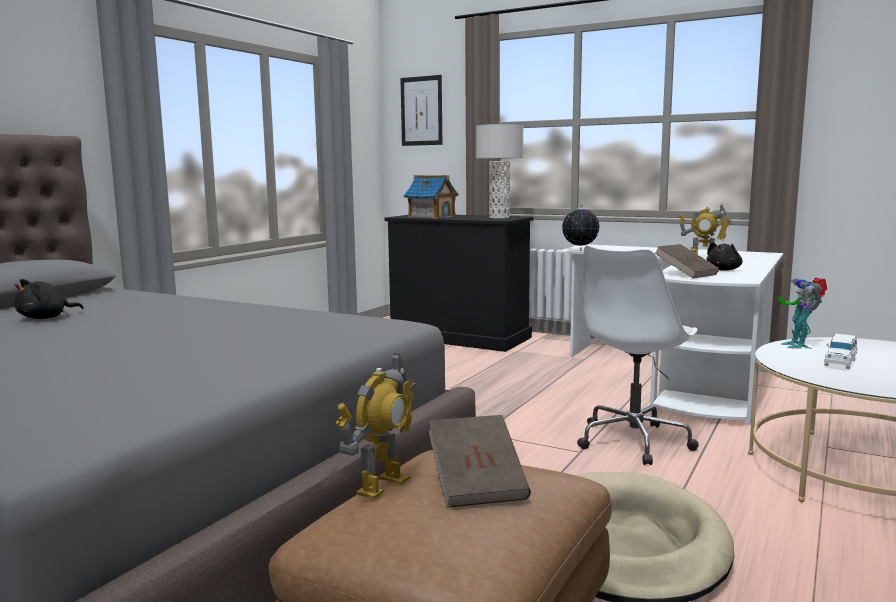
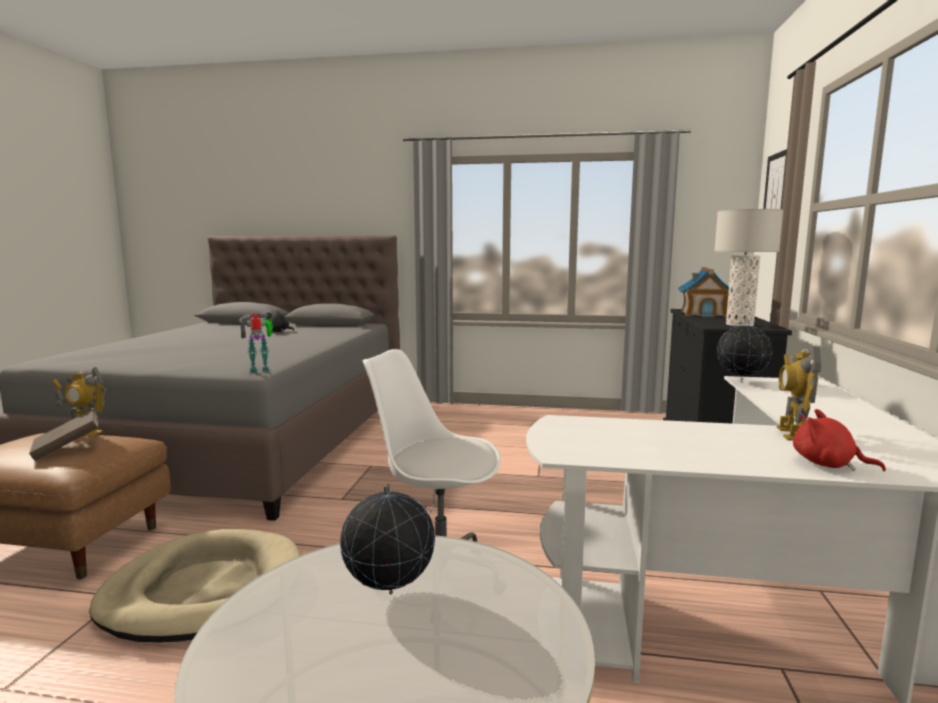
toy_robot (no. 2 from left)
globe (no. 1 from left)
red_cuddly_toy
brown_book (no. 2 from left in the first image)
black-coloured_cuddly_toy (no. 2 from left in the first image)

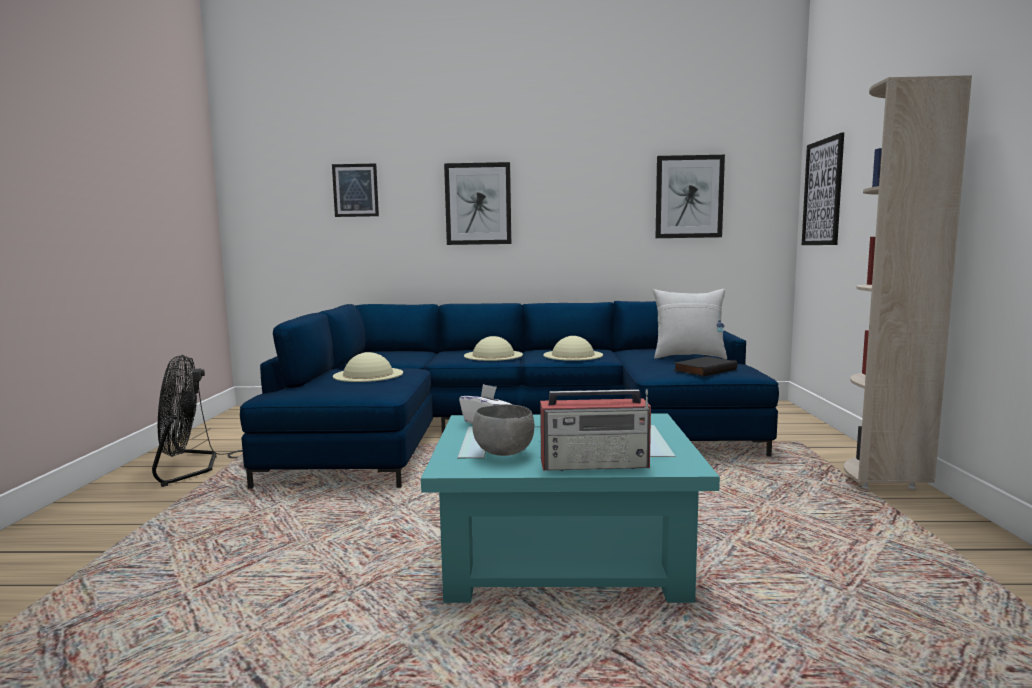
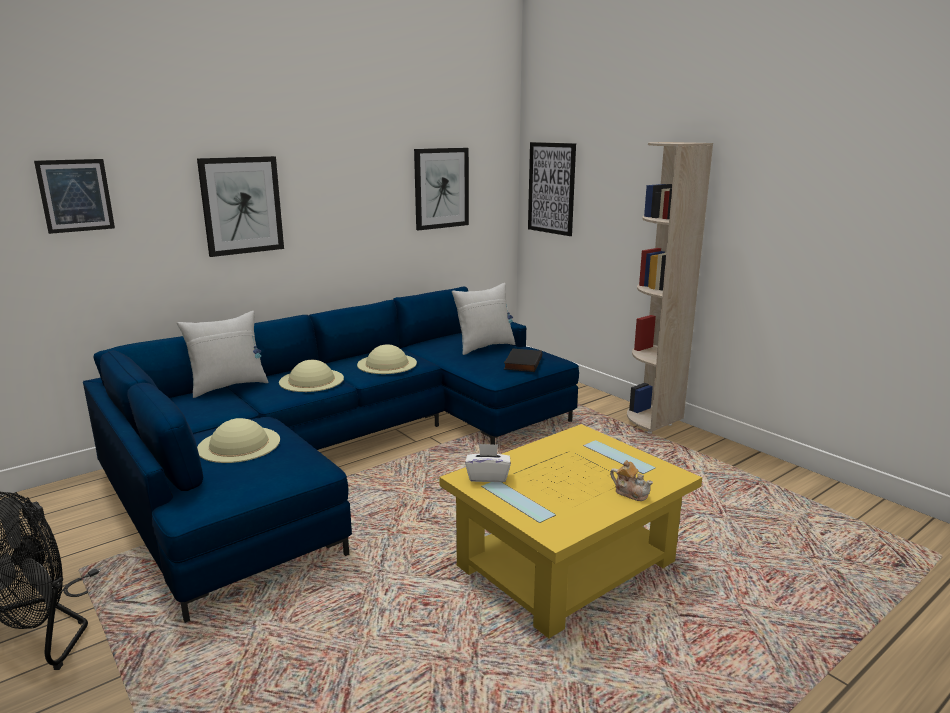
grey_cushion (no. 1 from left)
yellow_coffee_table
teapot
grey_serving_bowl

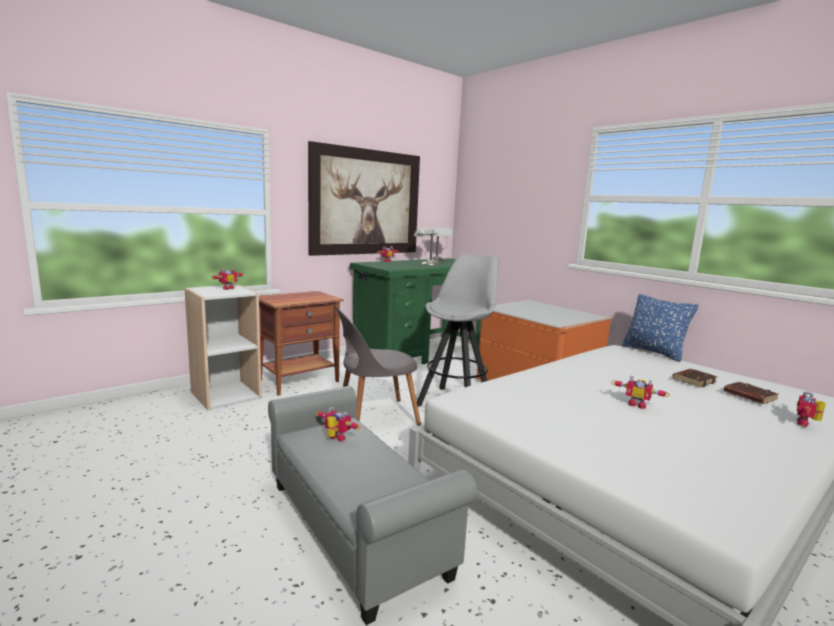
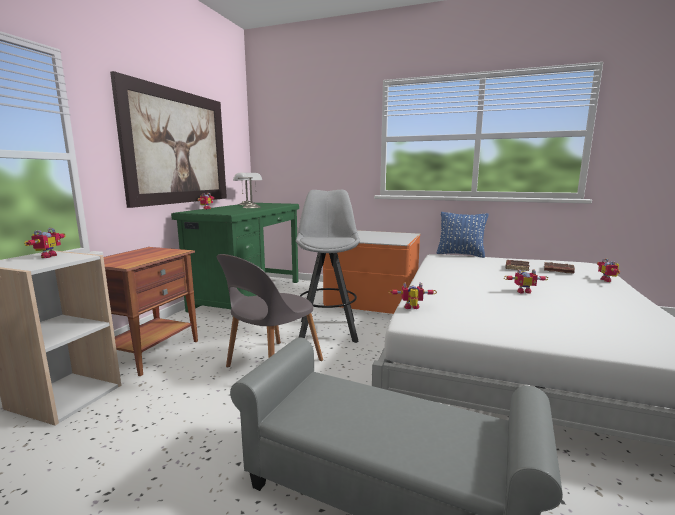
toy_robot (no. 3 from left)

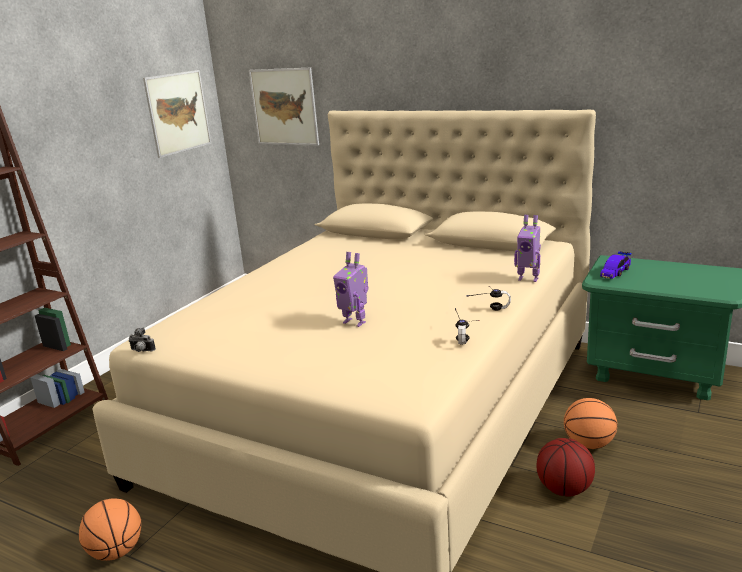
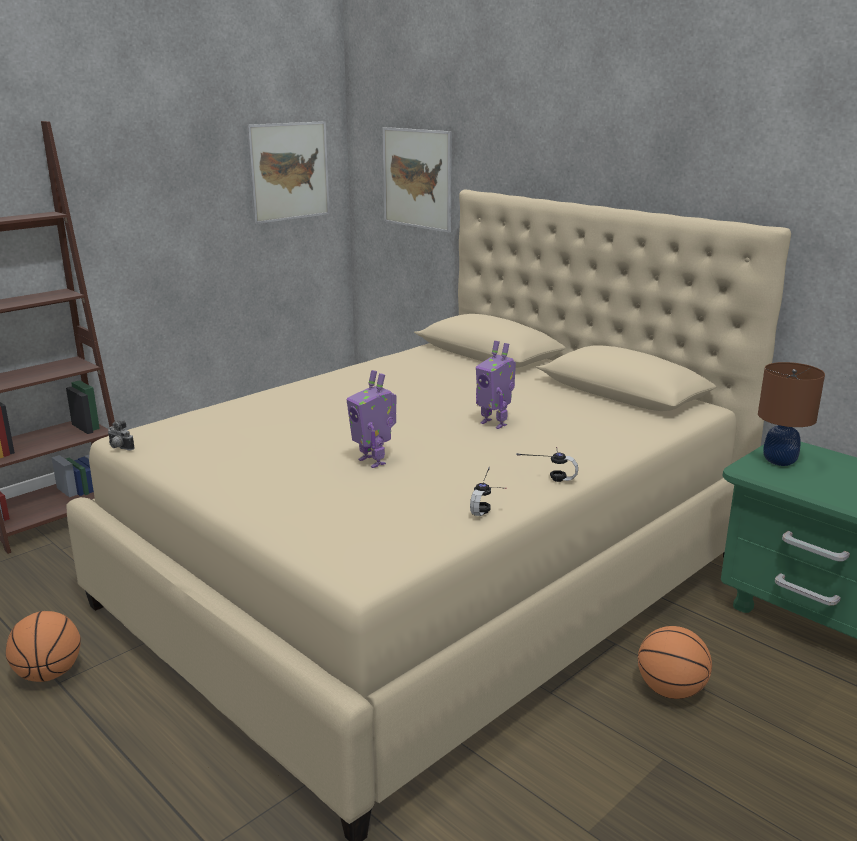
toy_robot (no. 2 from left)
brown_lamp_for_a_table
basketball_ball (no. 2 from left in the first image)

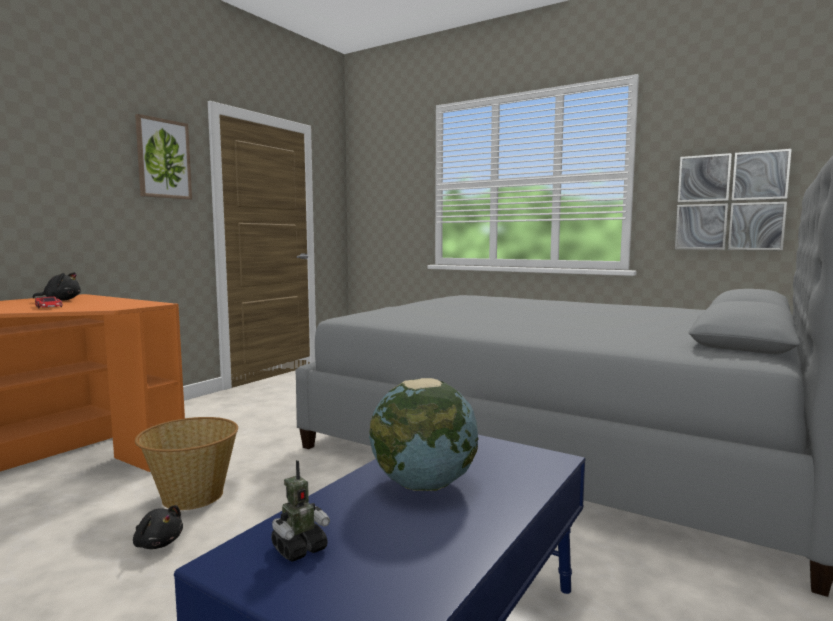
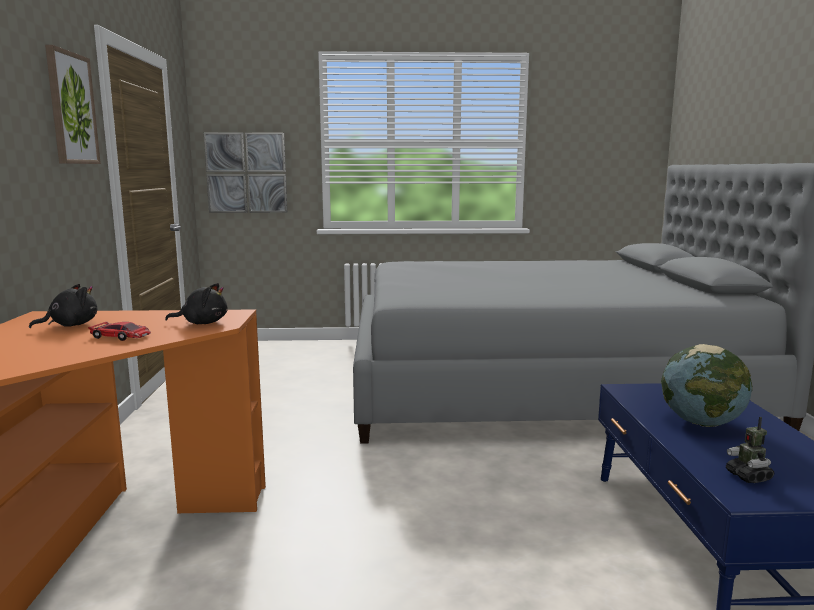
black-coloured_cuddly_toy (no. 2 from left)
picture (no. 2 from left)
toy_robot
storage_basket

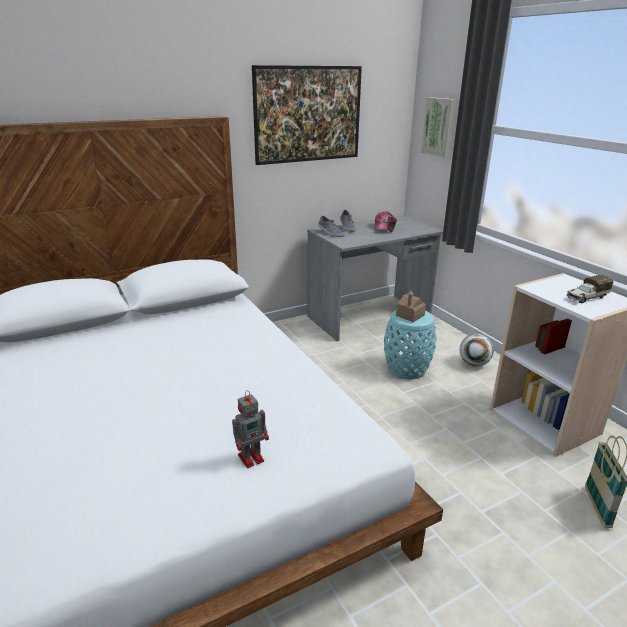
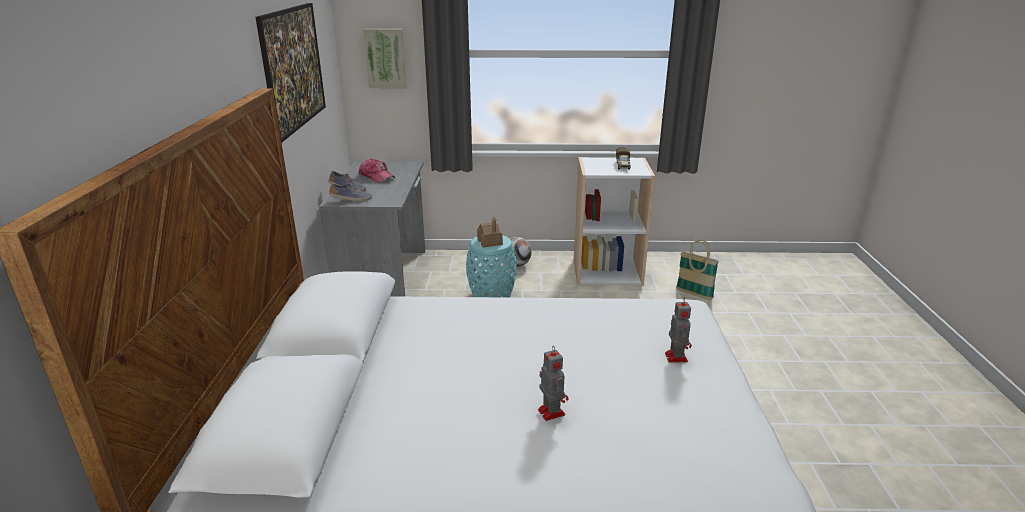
toy_robot (no. 1 from left)

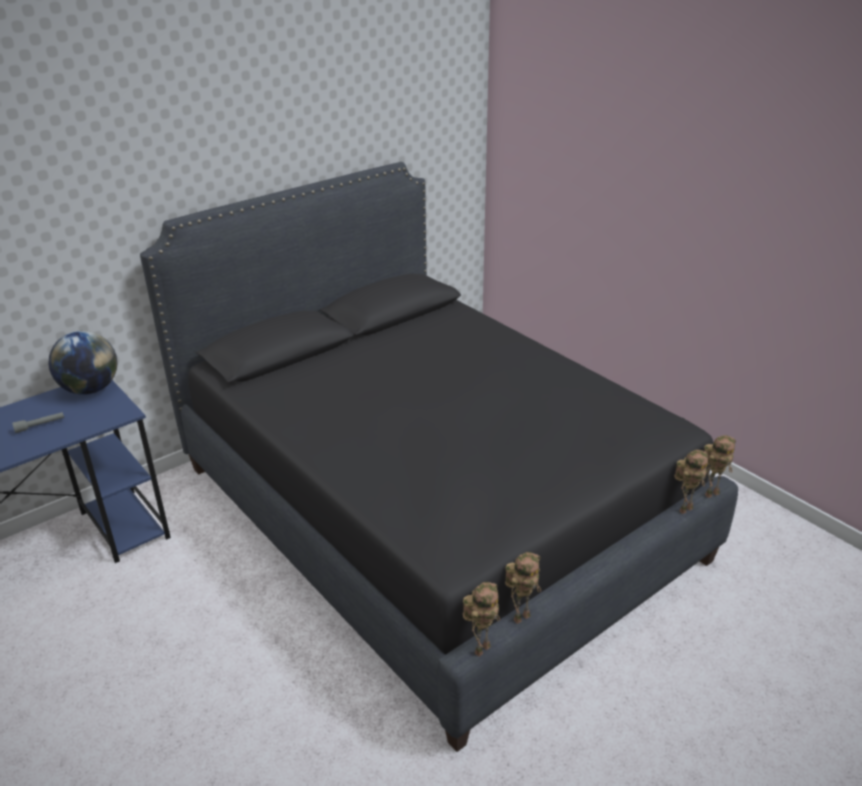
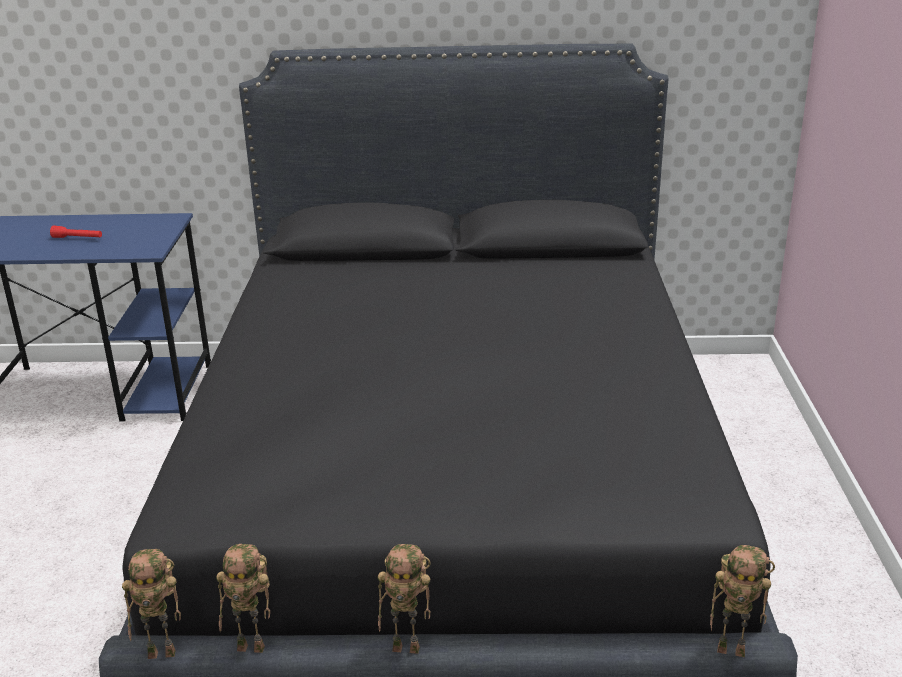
red_flashlight
toy_robot (no. 3 from left)
globe

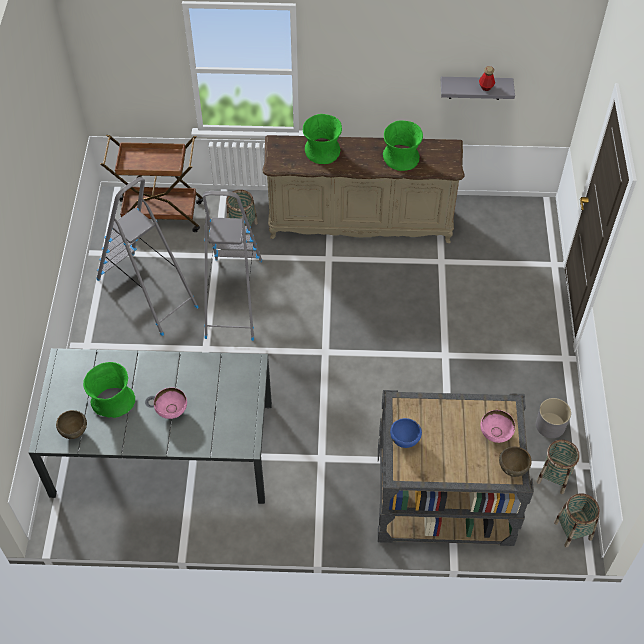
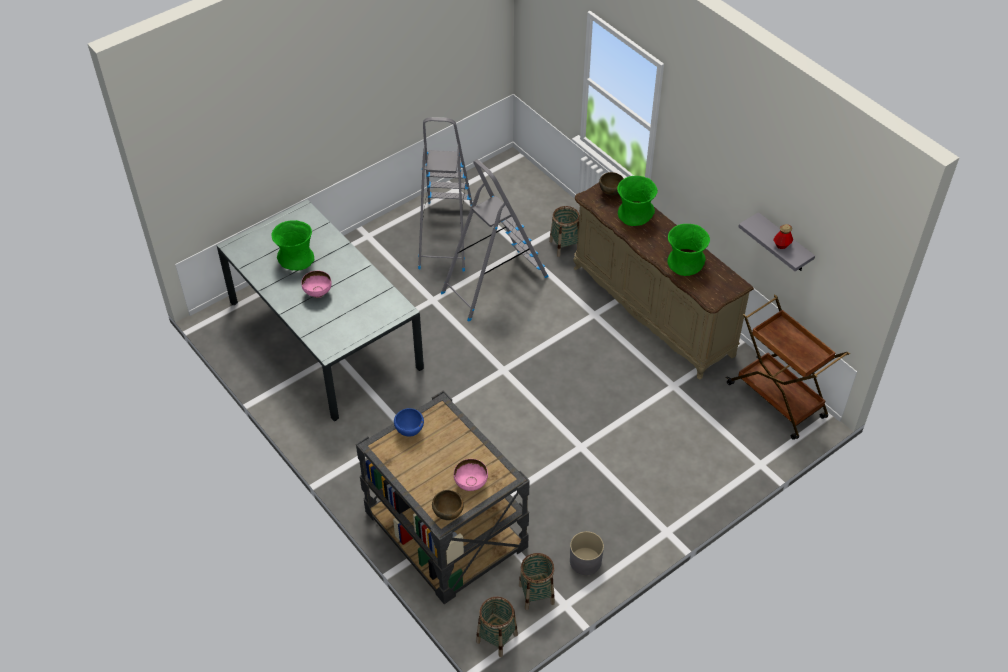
brown_serving_bowl (no. 2 from left)
brown_wheeled_cart

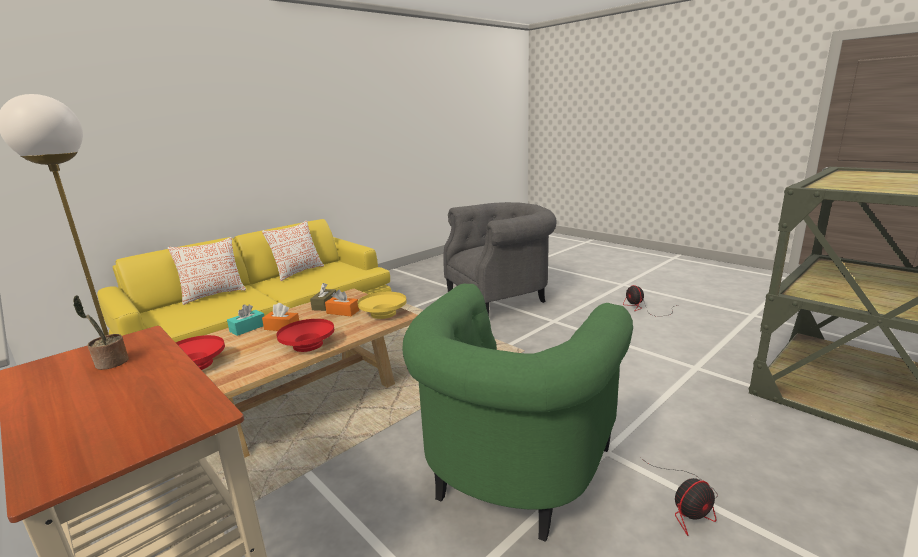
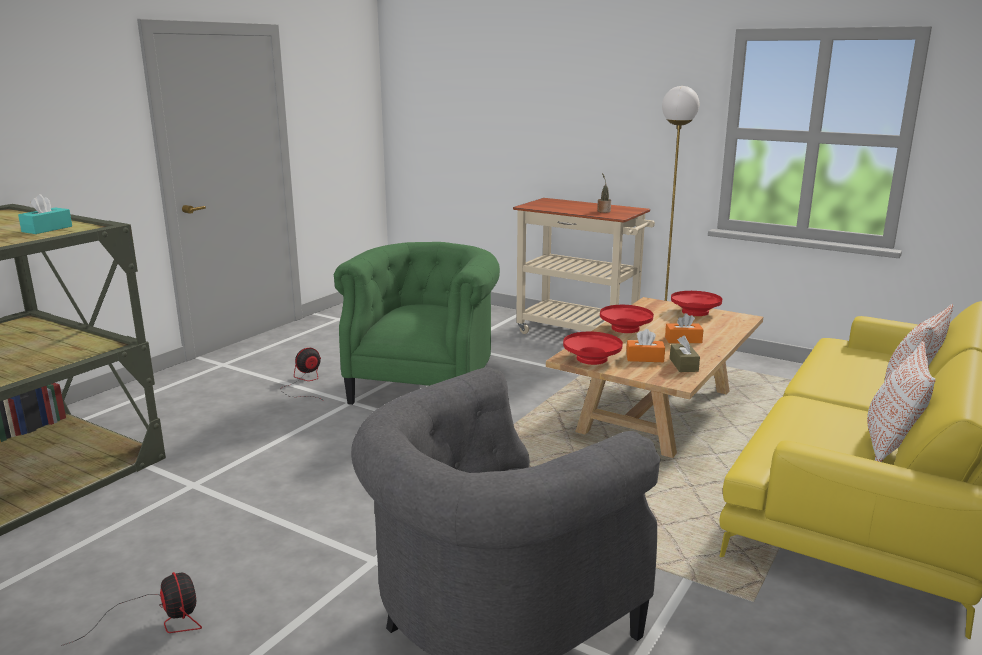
blue-green_tissue_holder
red_serving_bowl (no. 1 from left)

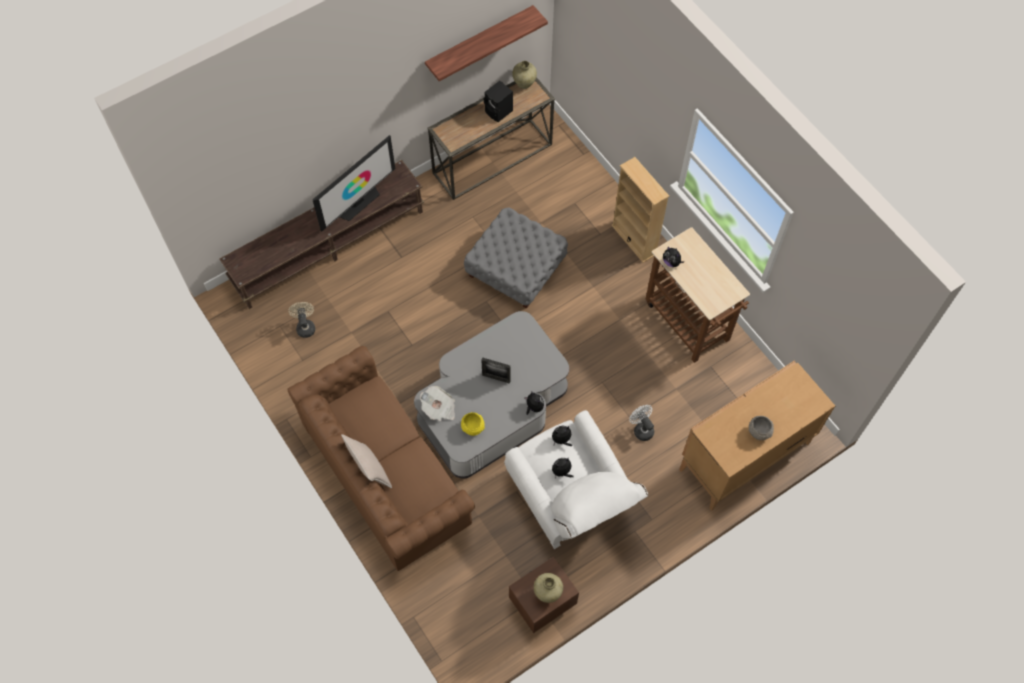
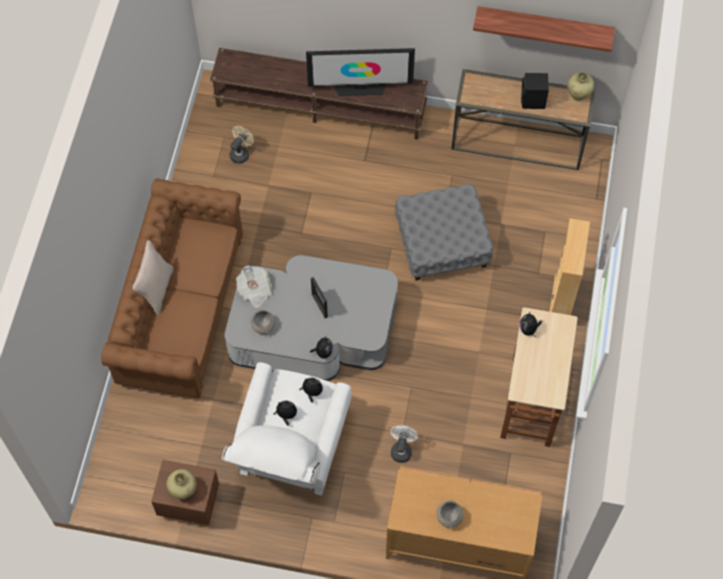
grey_serving_bowl (no. 1 from left)

